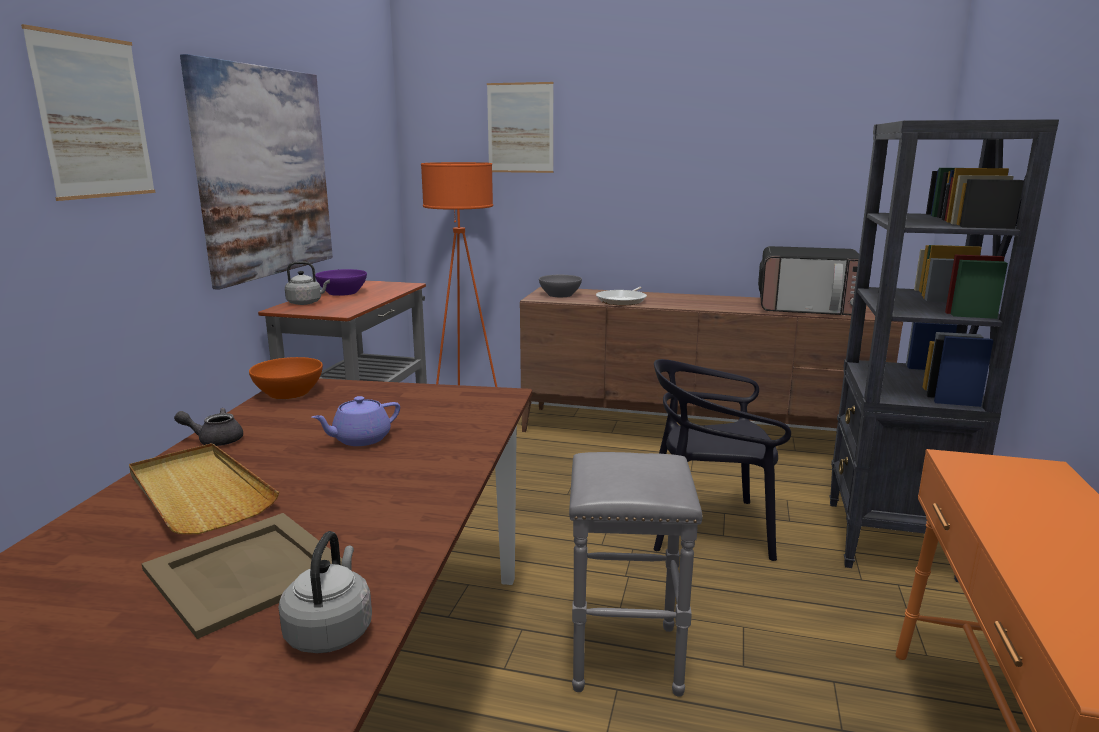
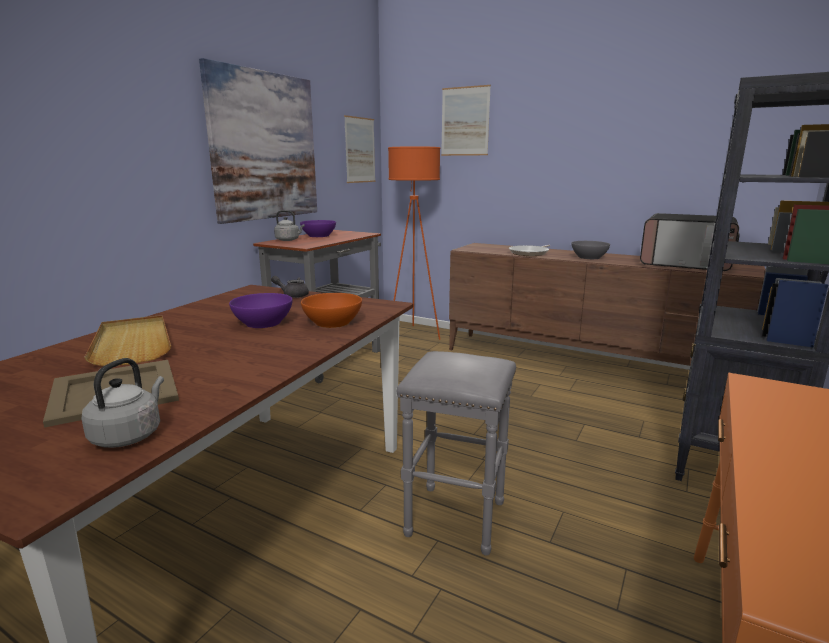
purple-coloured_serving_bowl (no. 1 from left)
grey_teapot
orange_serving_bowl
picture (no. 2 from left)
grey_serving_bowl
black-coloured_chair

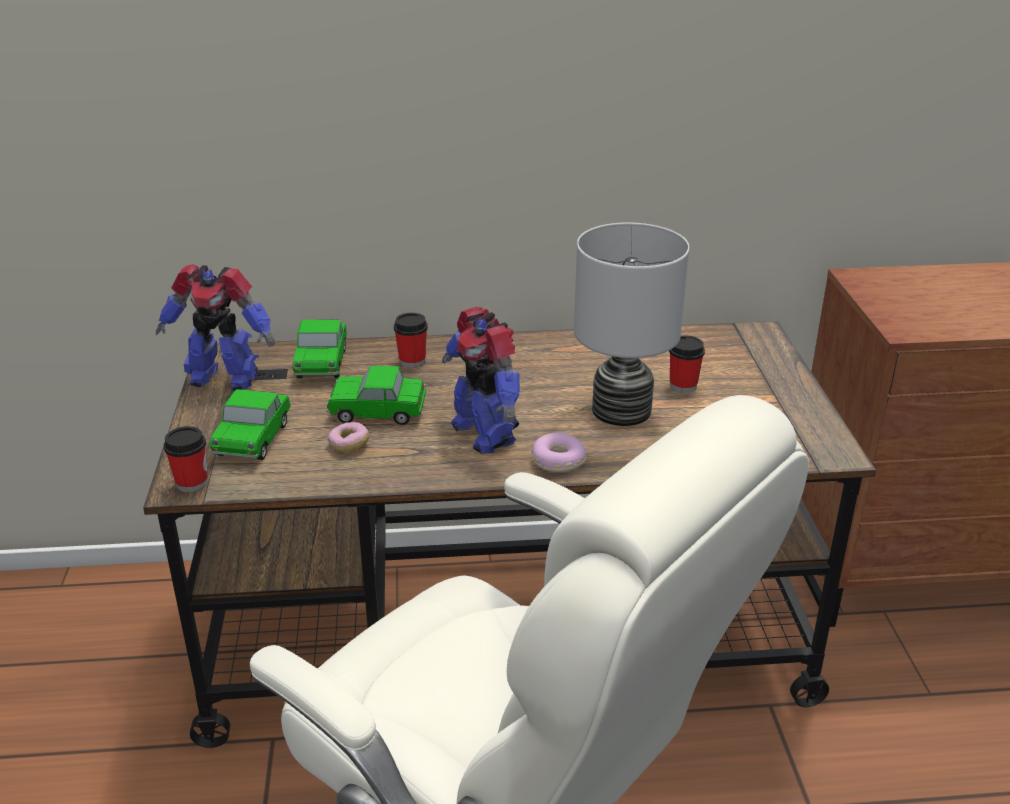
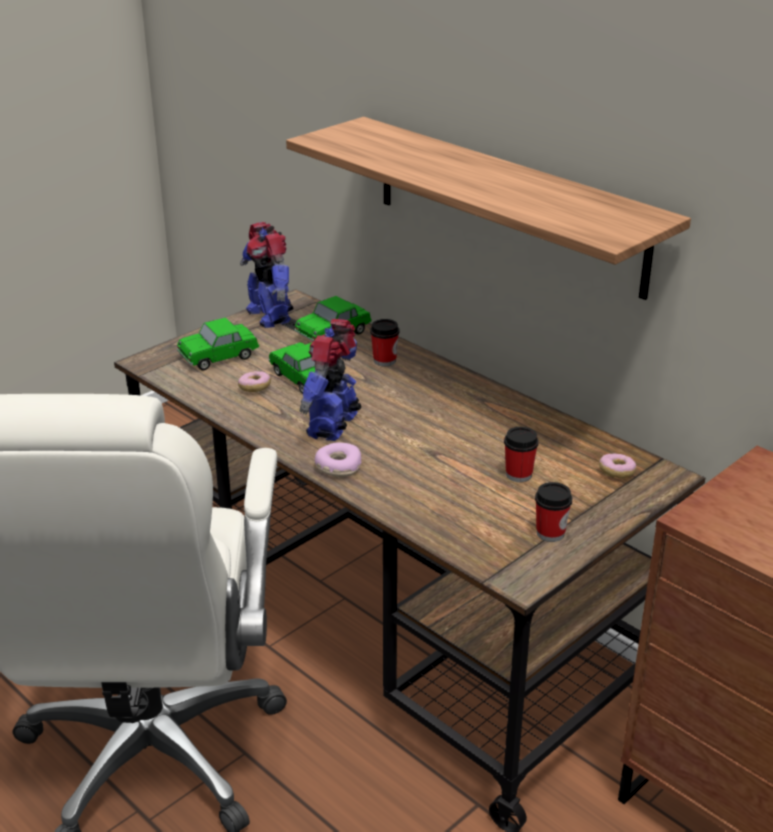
shelf
cup (no. 3 from left)
doughnut (no. 3 from left)
grey_lamp_for_a_table

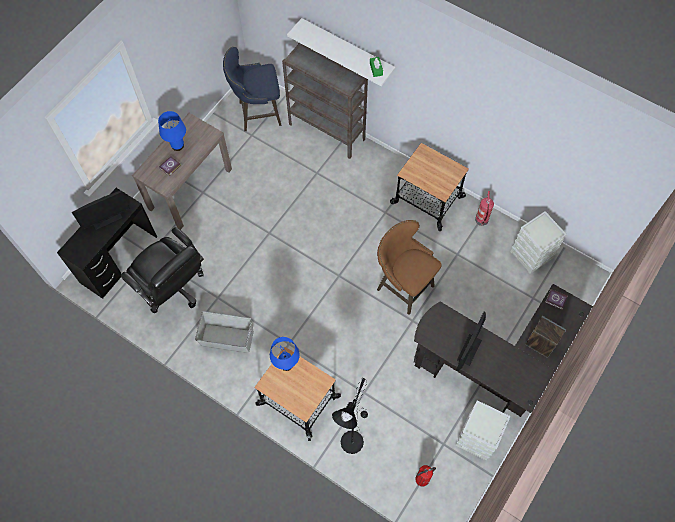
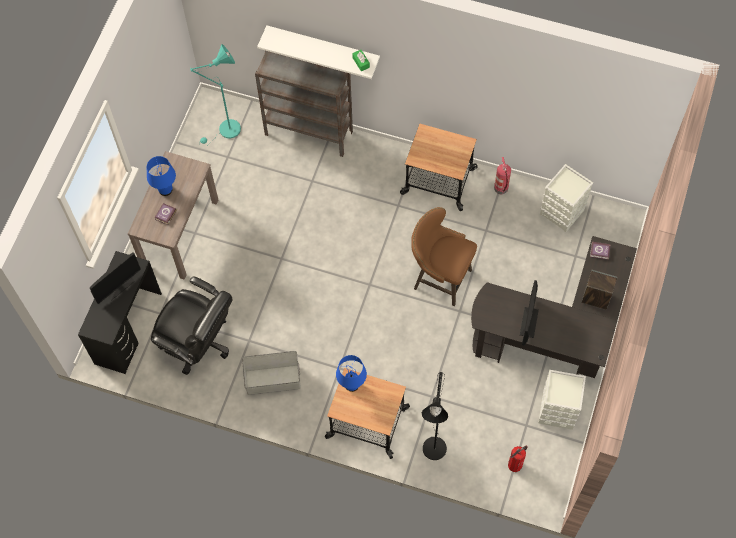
blue-green_standard_lamp

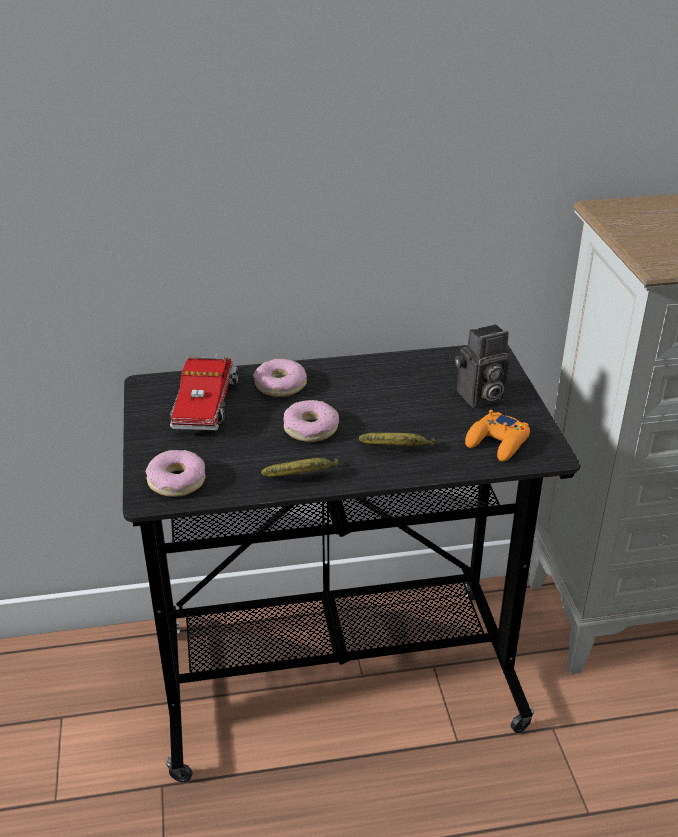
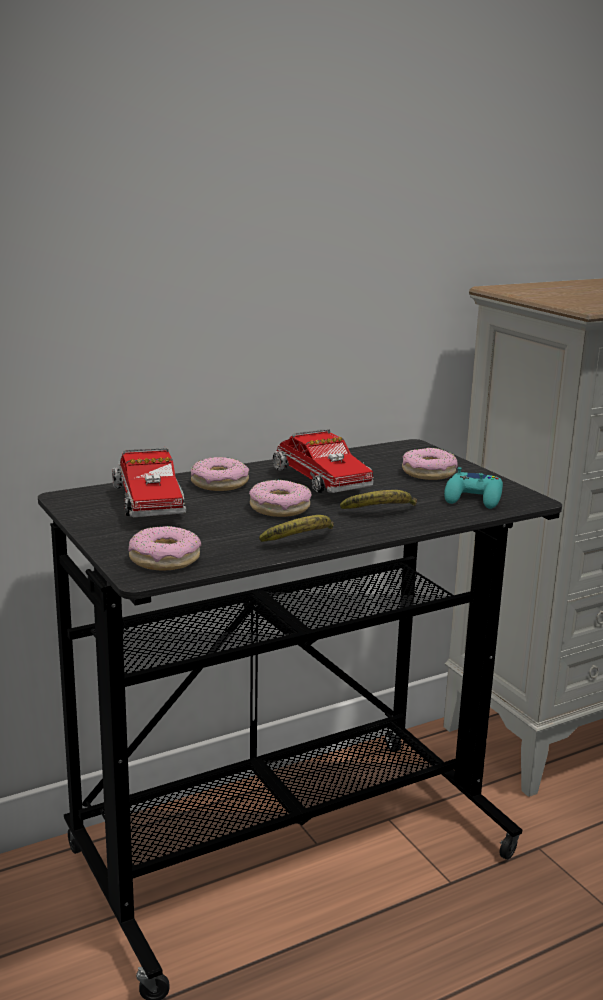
toy_lorry (no. 2 from left)
doughnut (no. 4 from left)
blue-green_joypad

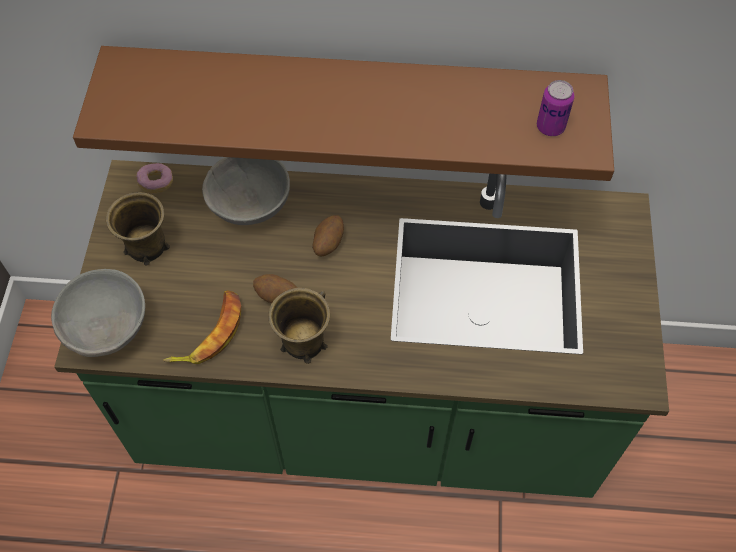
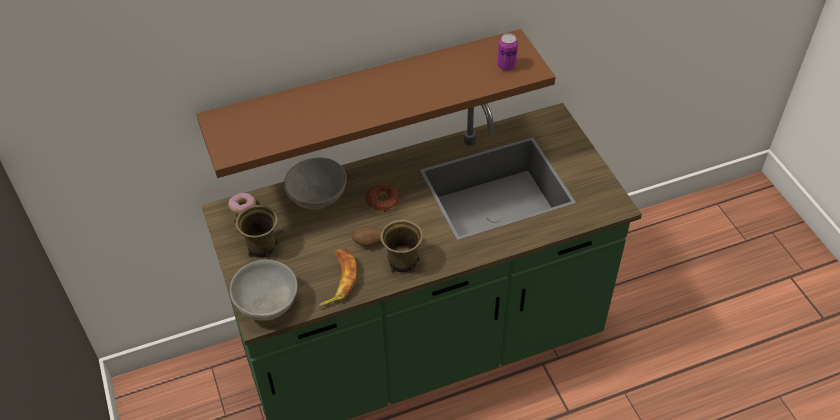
doughnut (no. 2 from left)

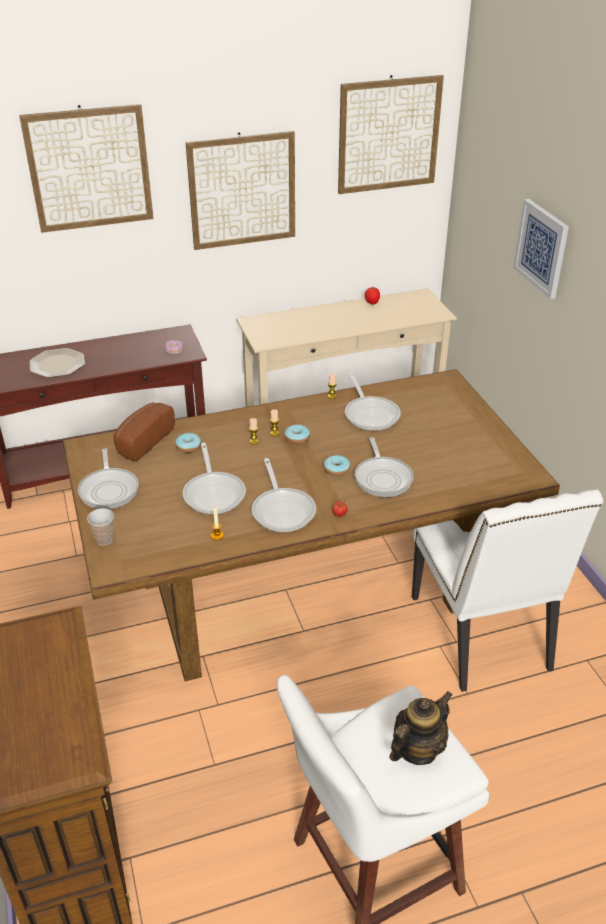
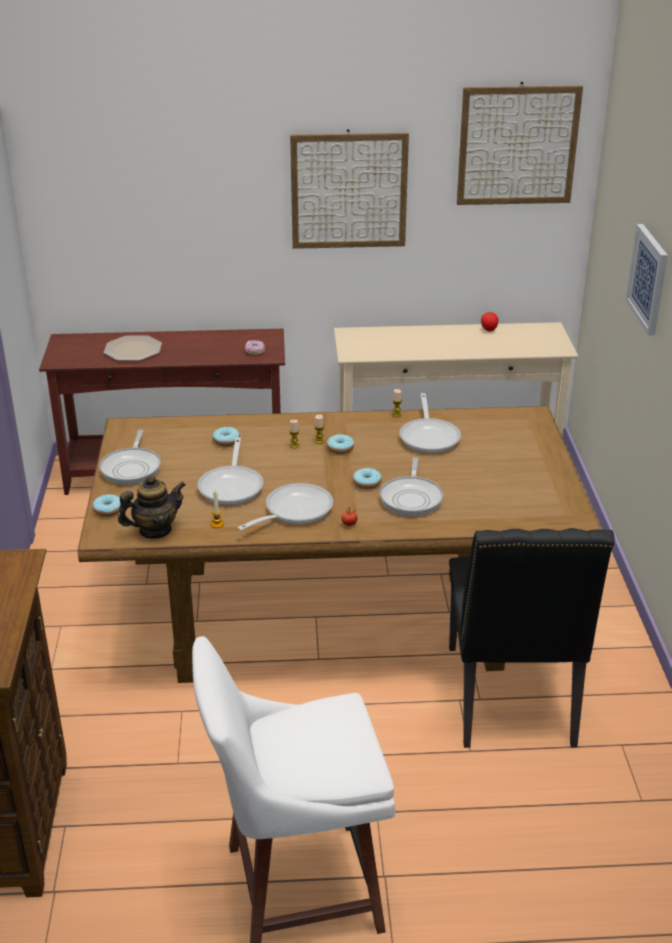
doughnut (no. 1 from left)
teapot
pan (no. 3 from left)
black-coloured_chair
picture (no. 1 from left in the first image)
baked_bread

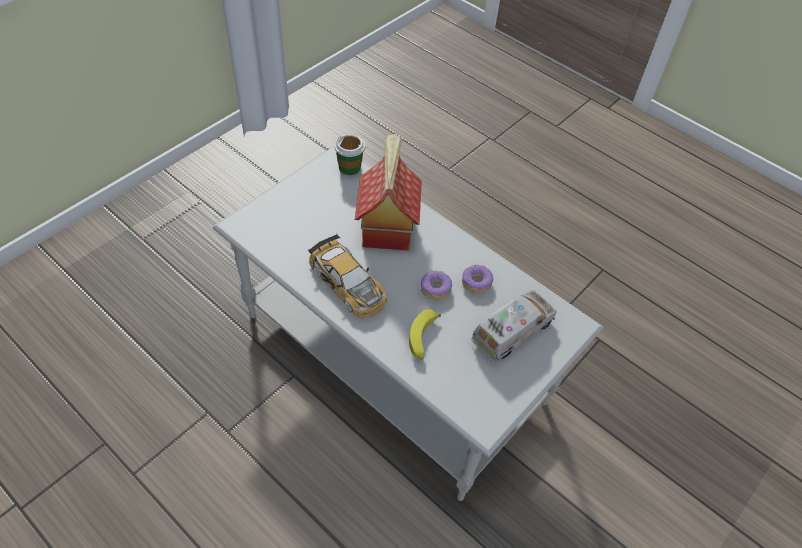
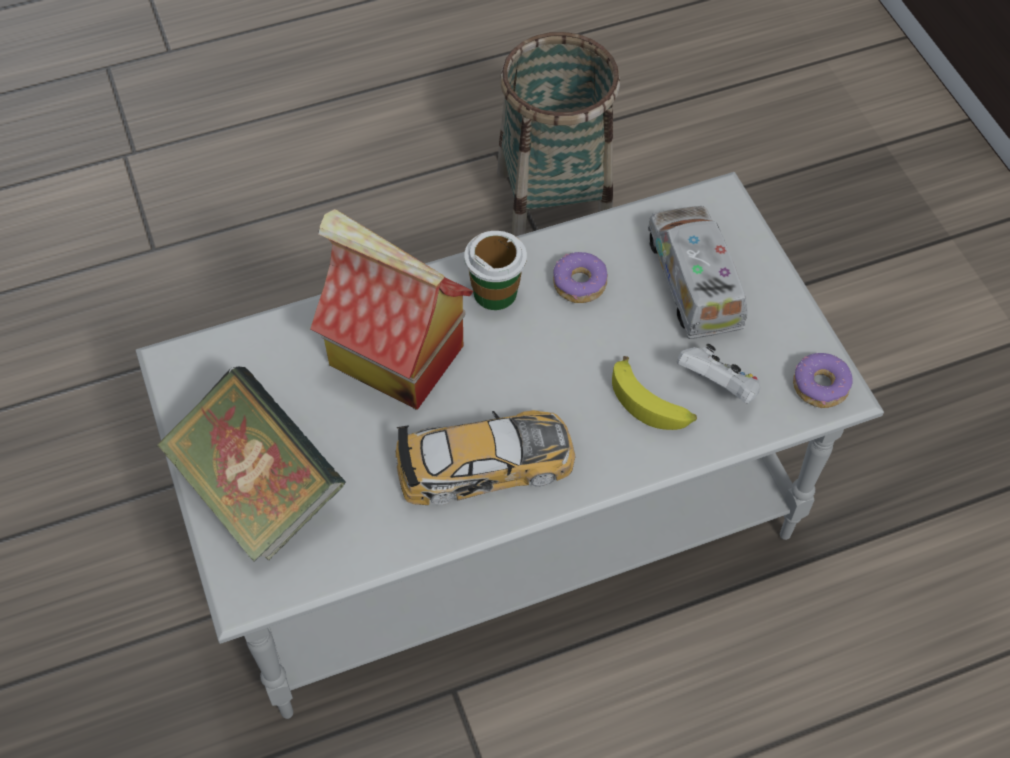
book
cup
storage_basket
white-coloured_joypad
doughnut (no. 2 from left)

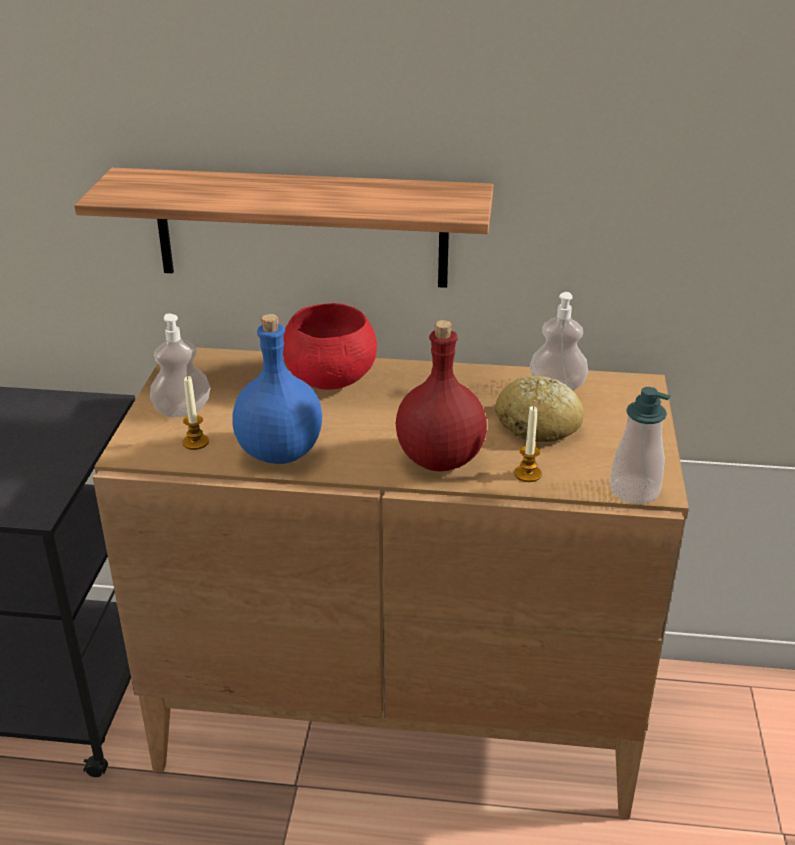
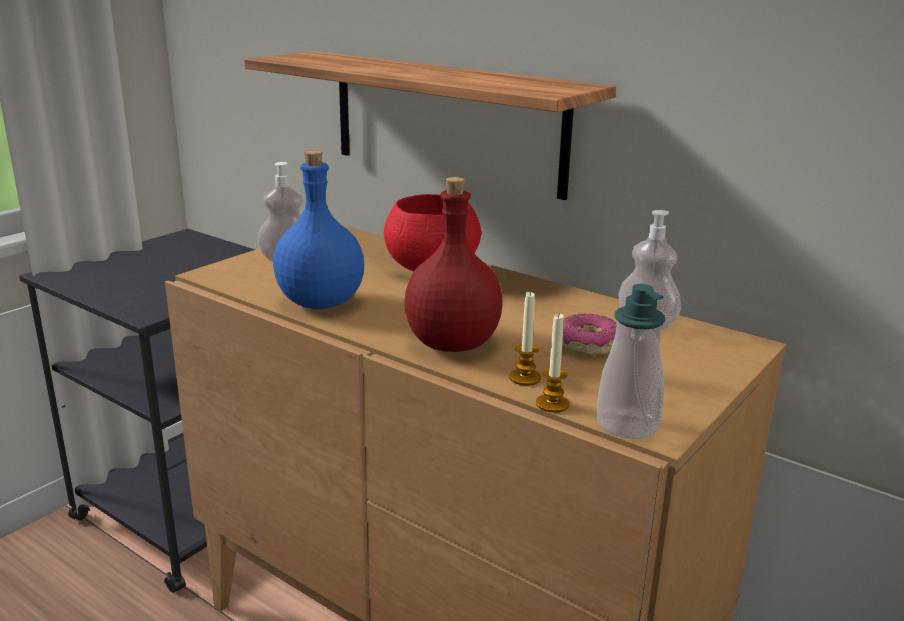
wax_candle (no. 2 from left)
doughnut

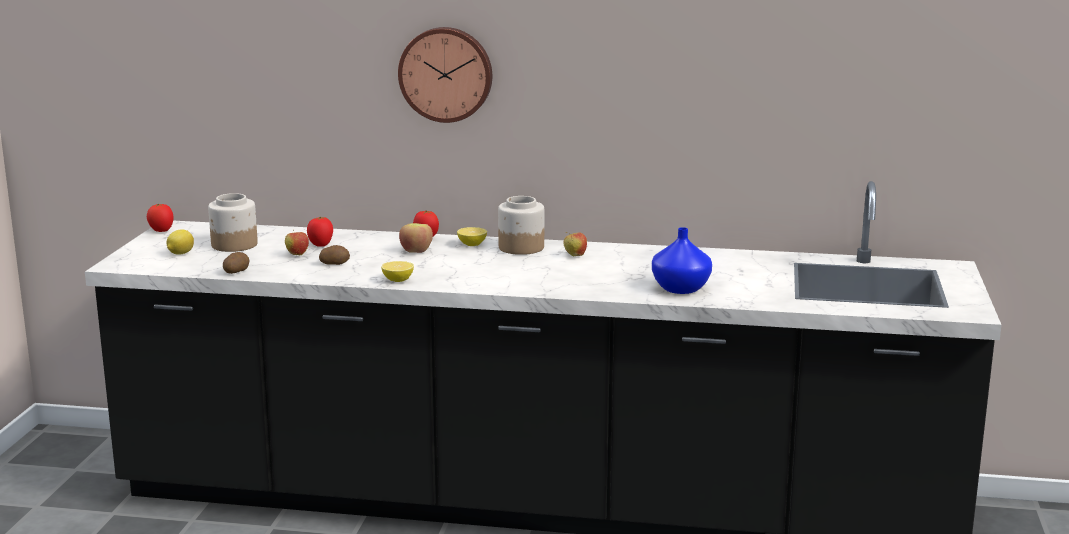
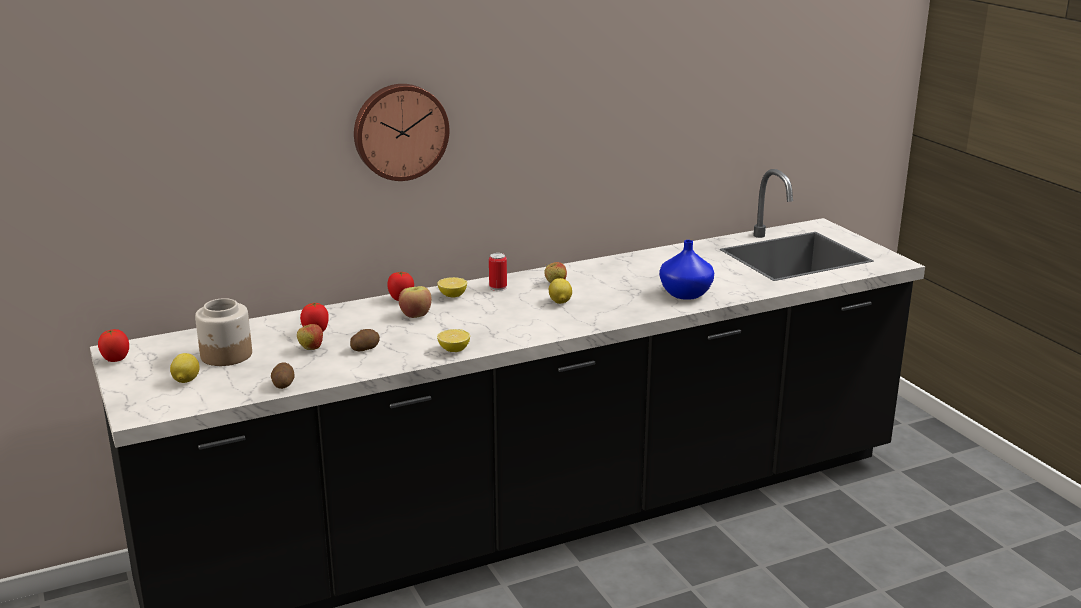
sealed_can
lemon (no. 4 from left)

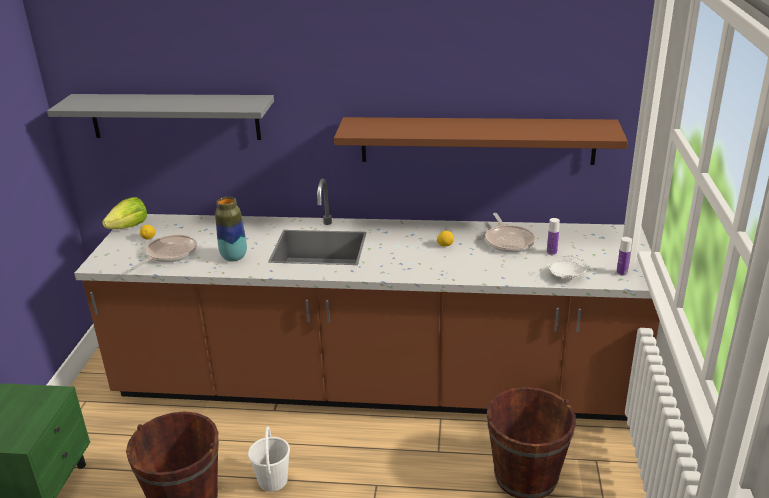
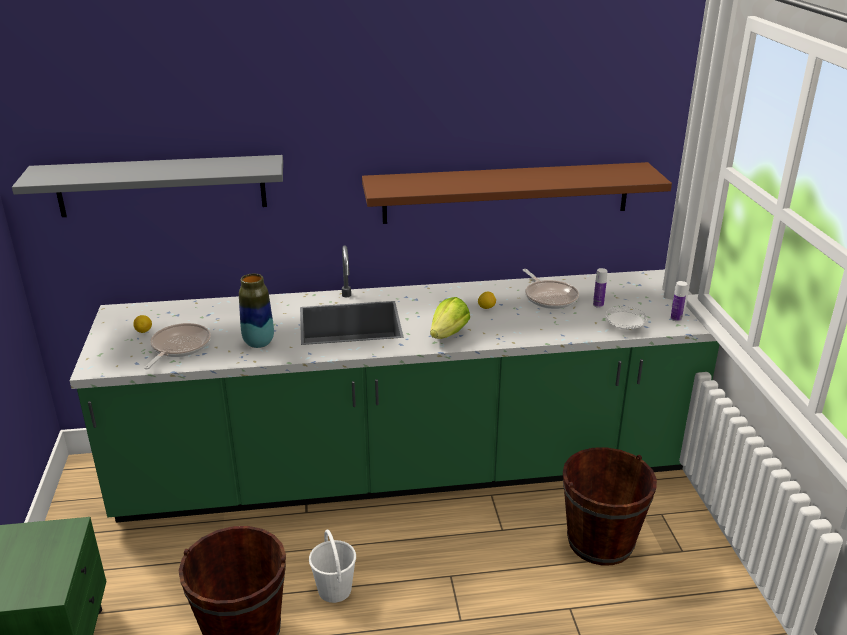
green_kitchen_base_unit
lettuce

